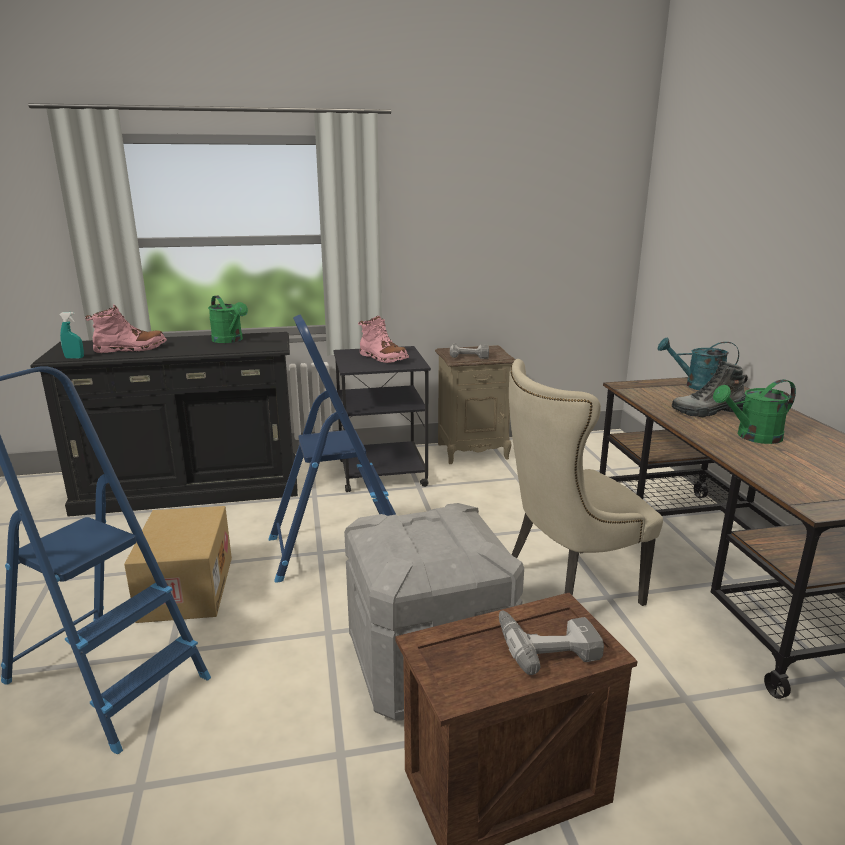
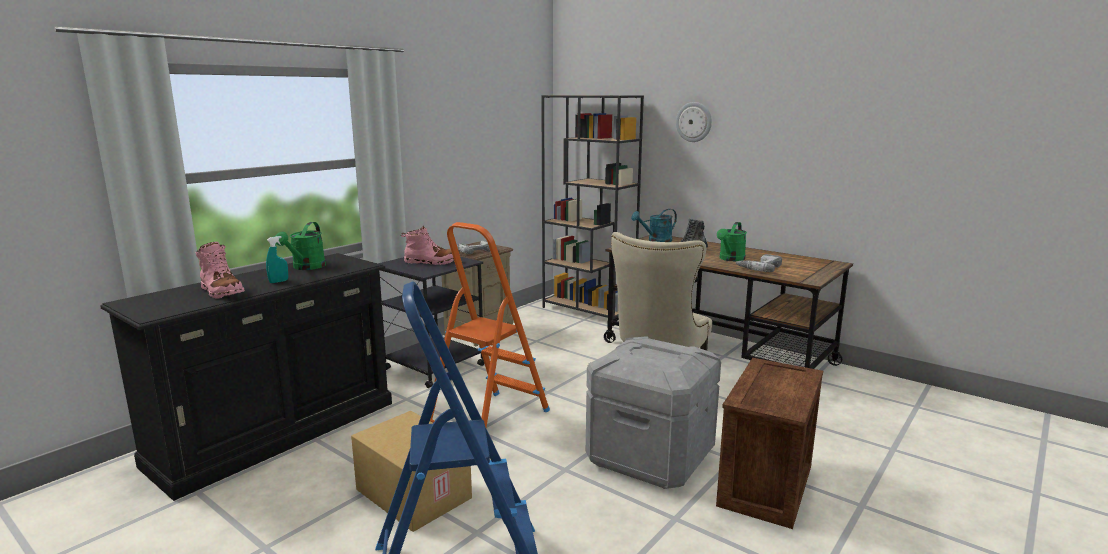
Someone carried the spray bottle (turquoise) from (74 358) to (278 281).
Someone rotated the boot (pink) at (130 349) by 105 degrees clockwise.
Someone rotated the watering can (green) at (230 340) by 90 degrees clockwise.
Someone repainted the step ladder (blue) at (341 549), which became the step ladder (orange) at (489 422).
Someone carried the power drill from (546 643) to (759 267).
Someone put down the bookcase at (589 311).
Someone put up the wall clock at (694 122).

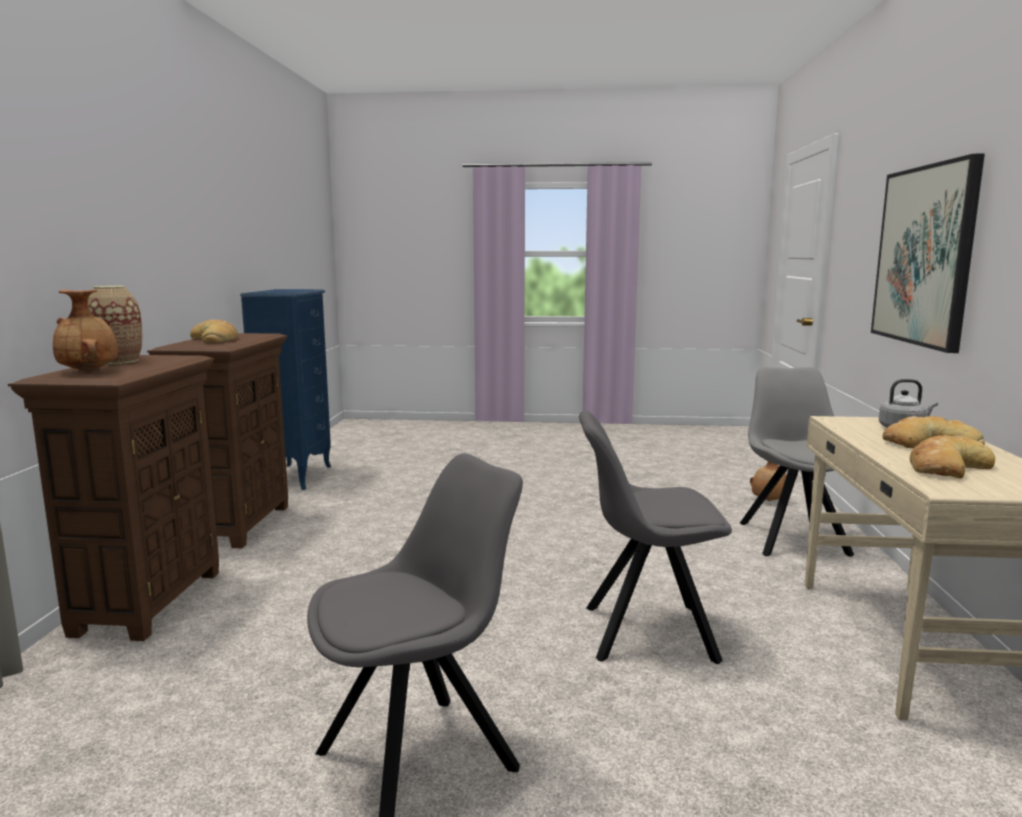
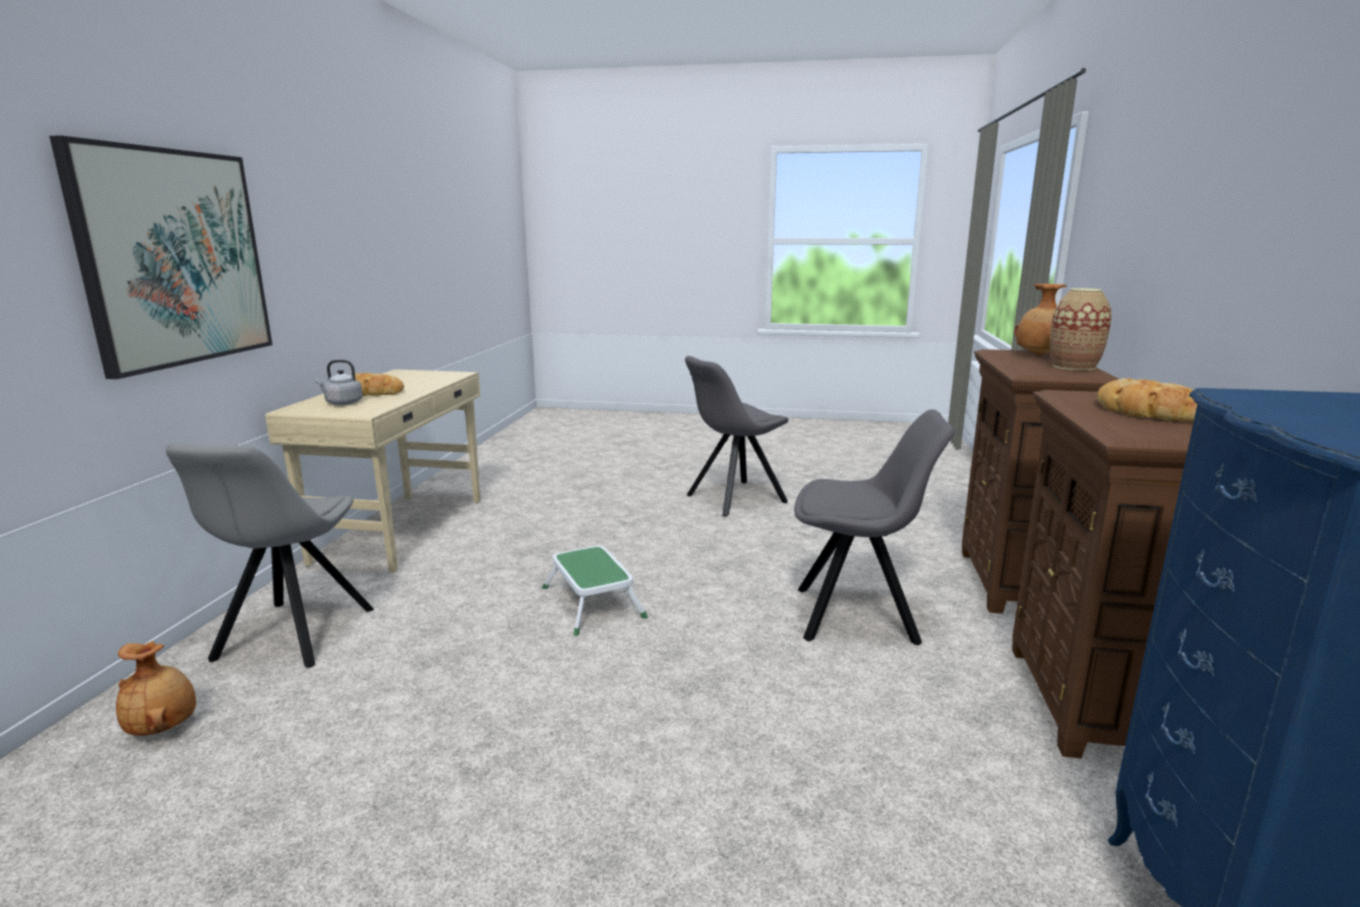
Someone carried the chair (grey) from (647 632) to (857 616).
Someone took away the bread at (946 467).
Someone put down the step ladder (green) at (593 602).

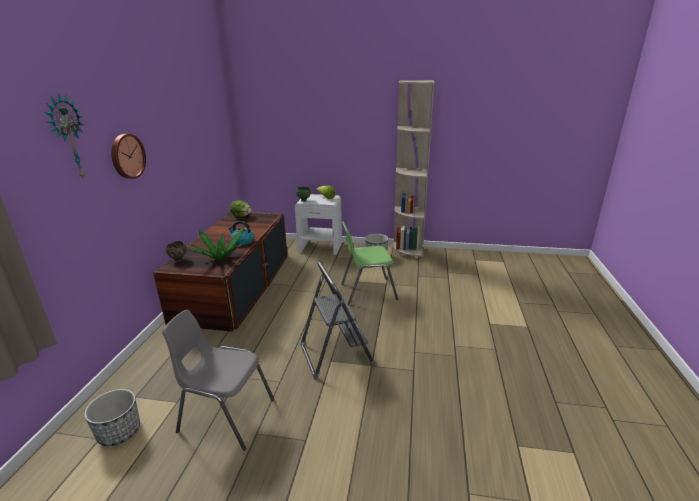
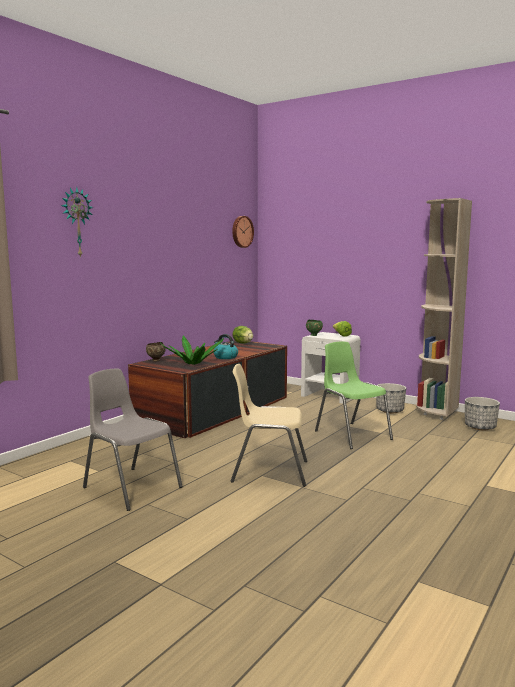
Someone carried the planter from (119 432) to (480 427).
Someone carried the wall clock from (127 156) to (241 231).
Someone swapped the step ladder (grey) at (333 354) for the chair (beige) at (269 471).
Someone rotated the chair (green) at (367 291) by 45 degrees clockwise.

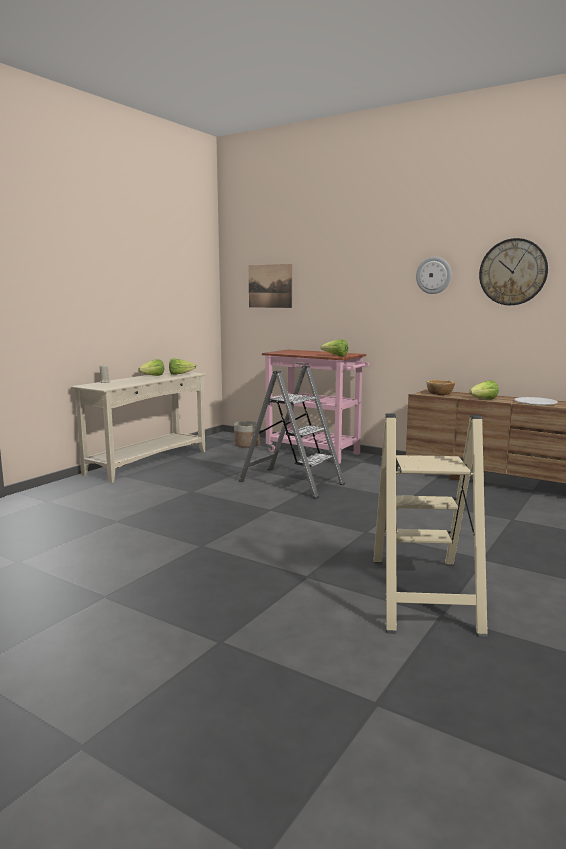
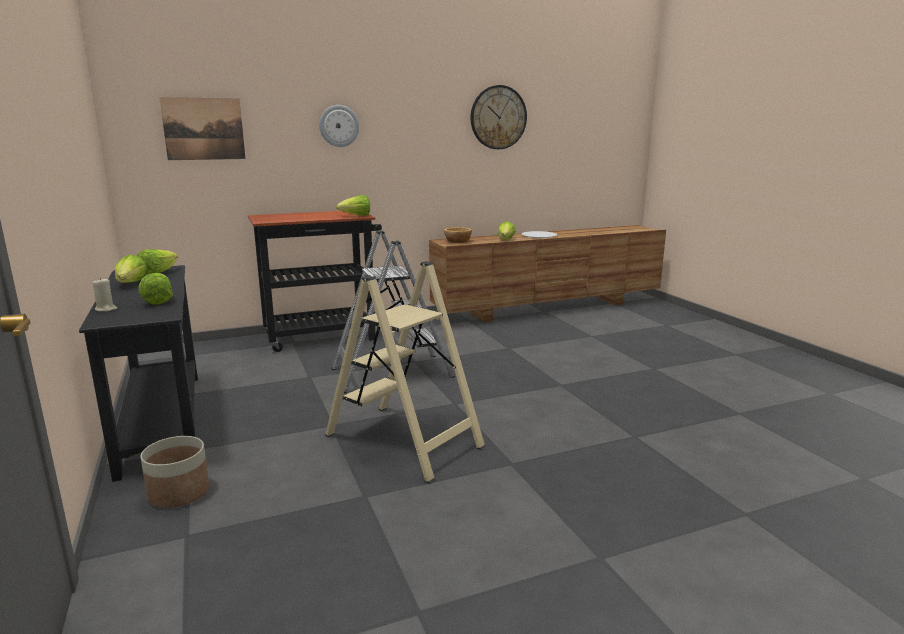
Someone repainted the console table (beige) at (147 462), which became the console table (black) at (161 421).
Someone carried the planter from (247 445) to (179 493).
Someone repainted the cart (pink) at (314 453), which became the cart (black) at (321 337).
Someone carried the step ladder (beige) from (423 595) to (405 441).
Someone carried the wall clock from (433 275) to (339 126).
Someone put down the lettuce at (158 301).

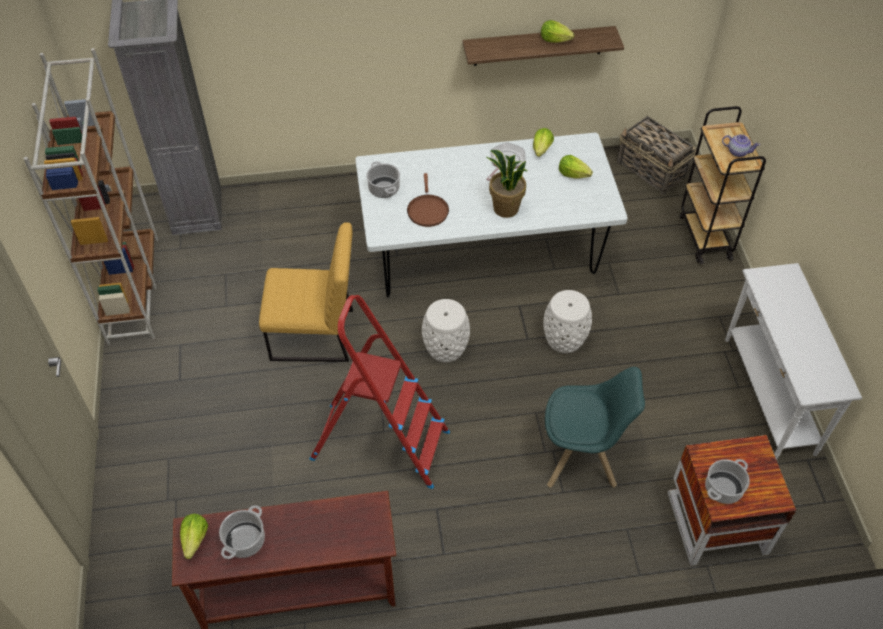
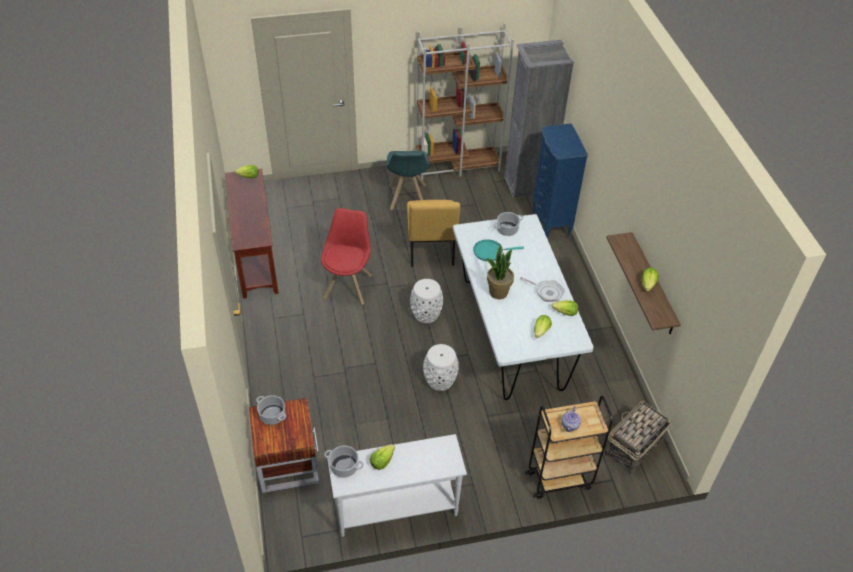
Someone carried the cooking pot from (245 540) to (344 467).
Someone swapped the step ladder (red) at (381 445) for the chair (red) at (348 286).
Someone repainted the frying pan (brown) at (427 210), which became the frying pan (turquoise) at (490 251).
Someone carried the chair (turquoise) from (581 459) to (407 197).
Someone put down the lettuce at (382 461).
Someone put down the dresser (blue) at (549 224).

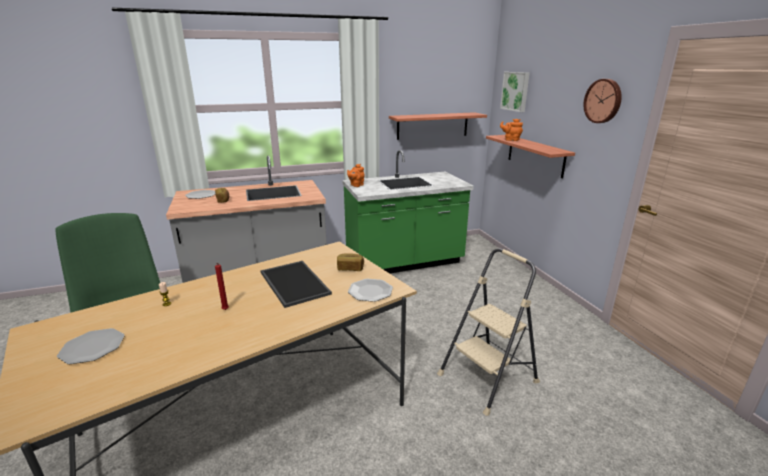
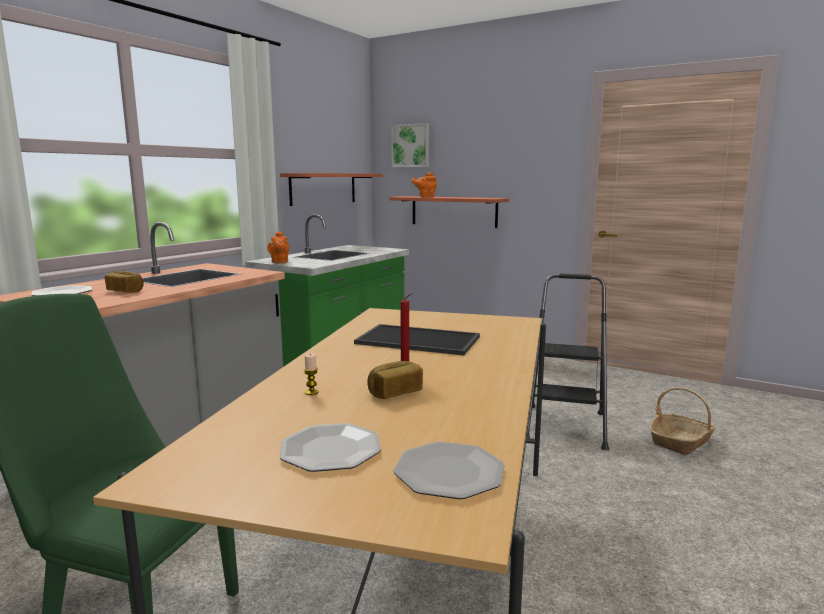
Someone carried the bread from (350 268) to (395 392).
Someone carried the plate from (370 291) to (449 472).
Someone repainted the step ladder (beige) at (490 376), which became the step ladder (black) at (565 424).
Someone took away the wall clock at (603 101).
Someone put down the basket at (680 441).

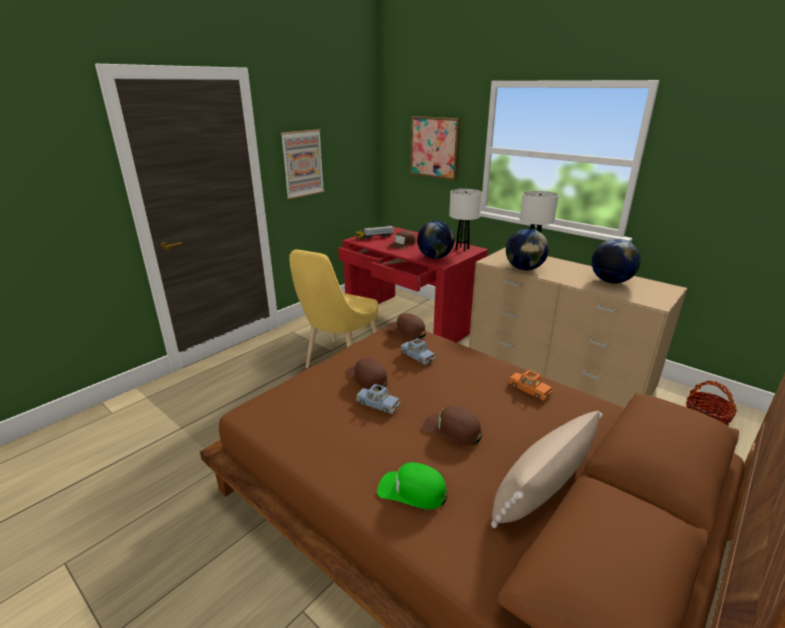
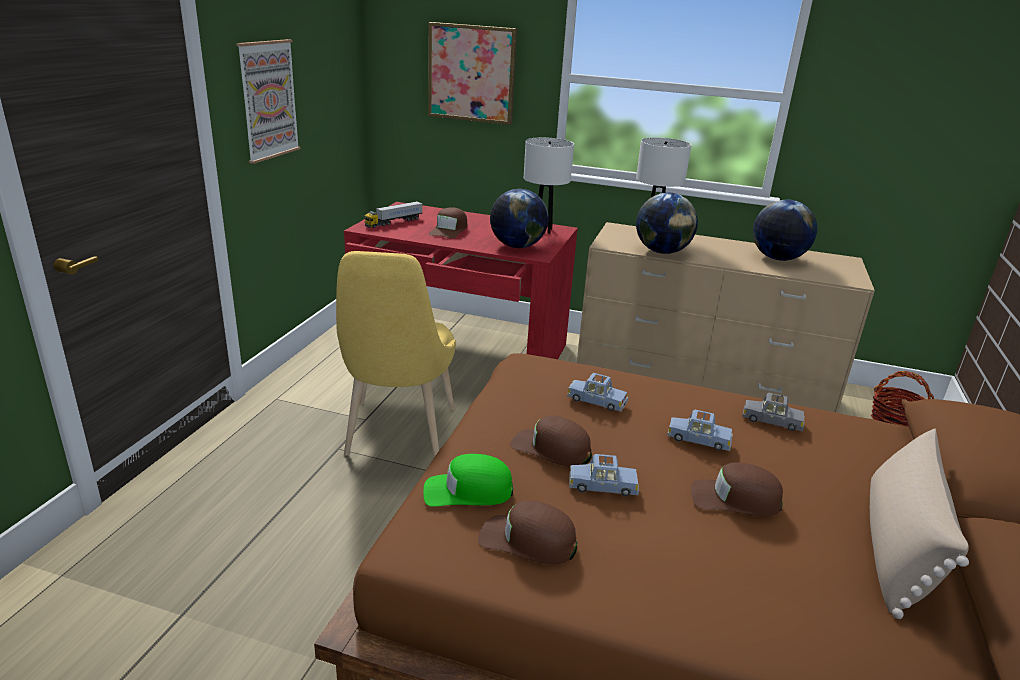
Someone carried the cap (green) from (412 491) to (468 491).
Someone carried the cap (brown) from (406 331) to (527 541).
Someone repainted the toy car (orange) at (529 390), which became the toy car (grey) at (772 421).
Someone put down the toy car (blue) at (698 440).

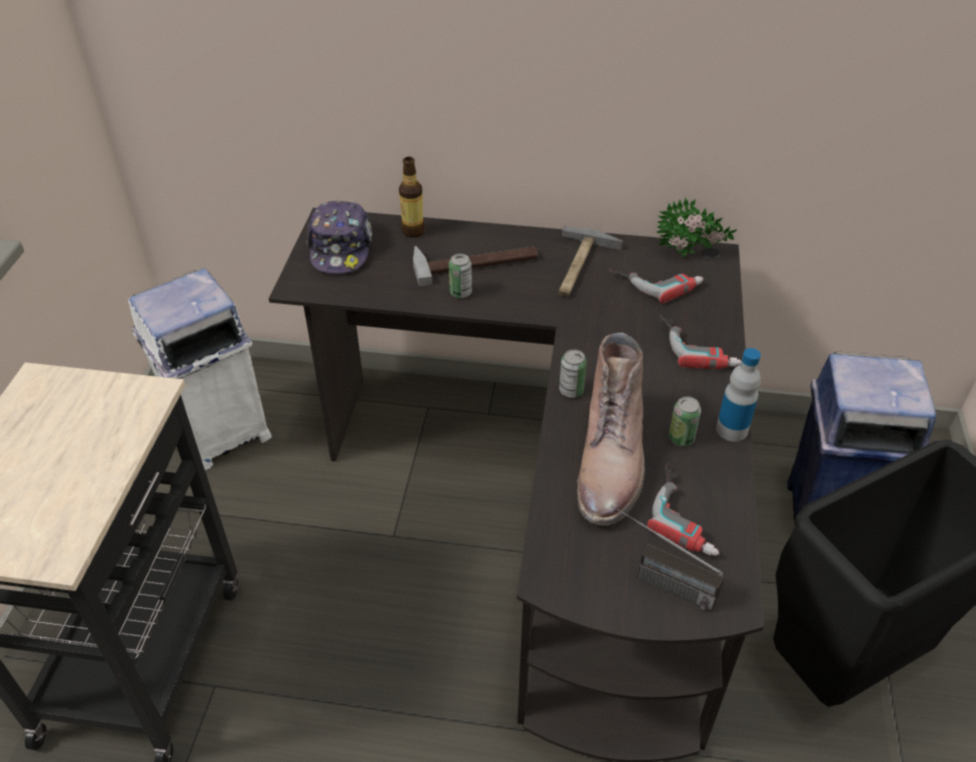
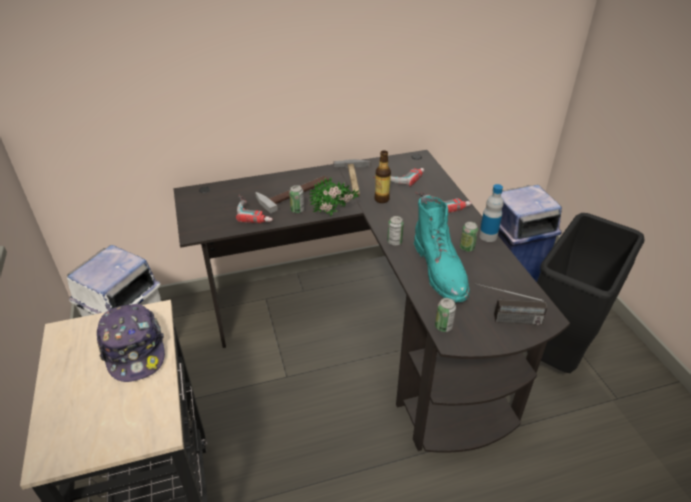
Someone carried the cap from (341 248) to (134 349).
Someone carried the bottle from (413 231) to (381 199).
Someone repainted the boot (brown) at (612 462), which became the boot (turquoise) at (441 270).
Someone carried the power drill from (688 514) to (255 211).
Someone carried the potted plant from (690 255) to (335 213).
Someone put down the can at (443 326).

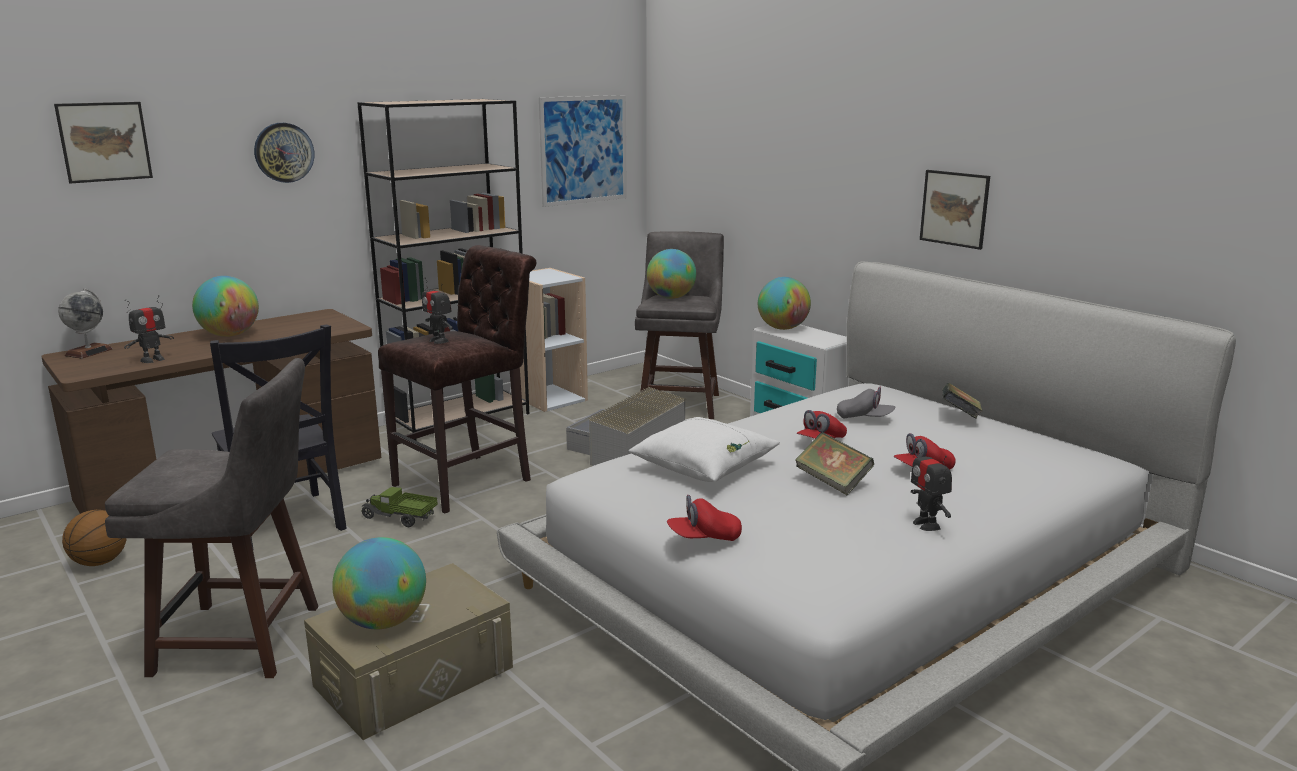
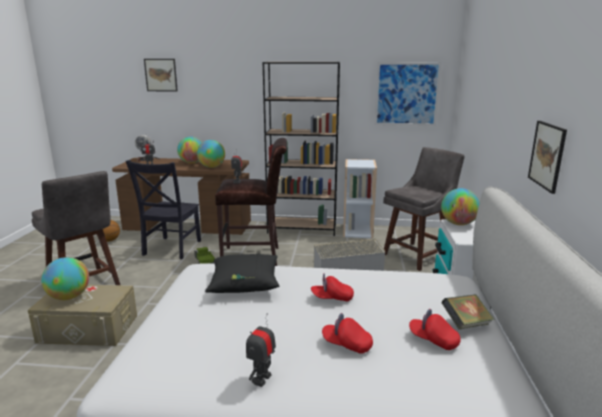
Someone took away the wall clock at (284 152).
Someone repainted the pillow (white) at (703 467), which became the pillow (black) at (244 284).
Someone carried the globe from (671 298) to (212 167).
Someone carried the cap (red) from (704 538) to (433 340).
Someone took away the book at (832 482).
Someone took away the cap (grey) at (864 418).

